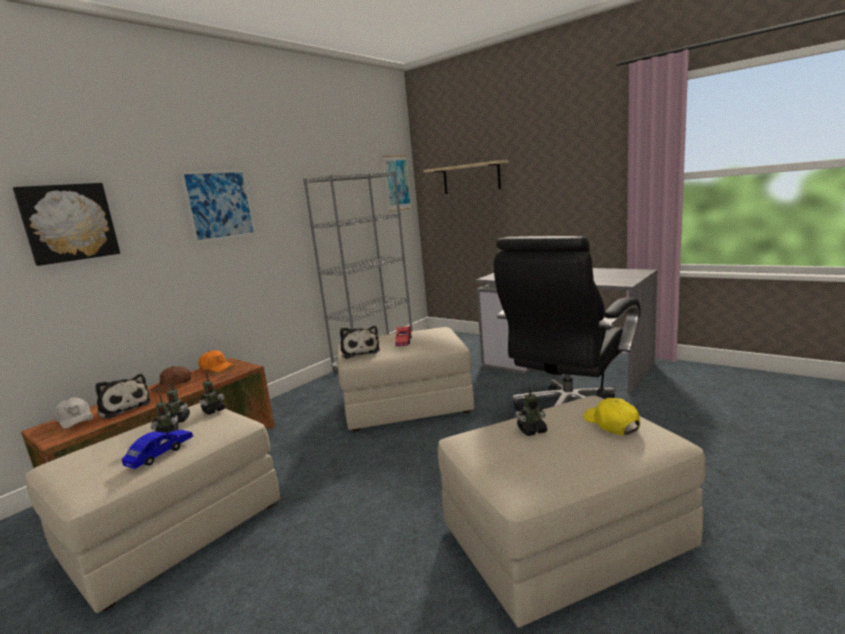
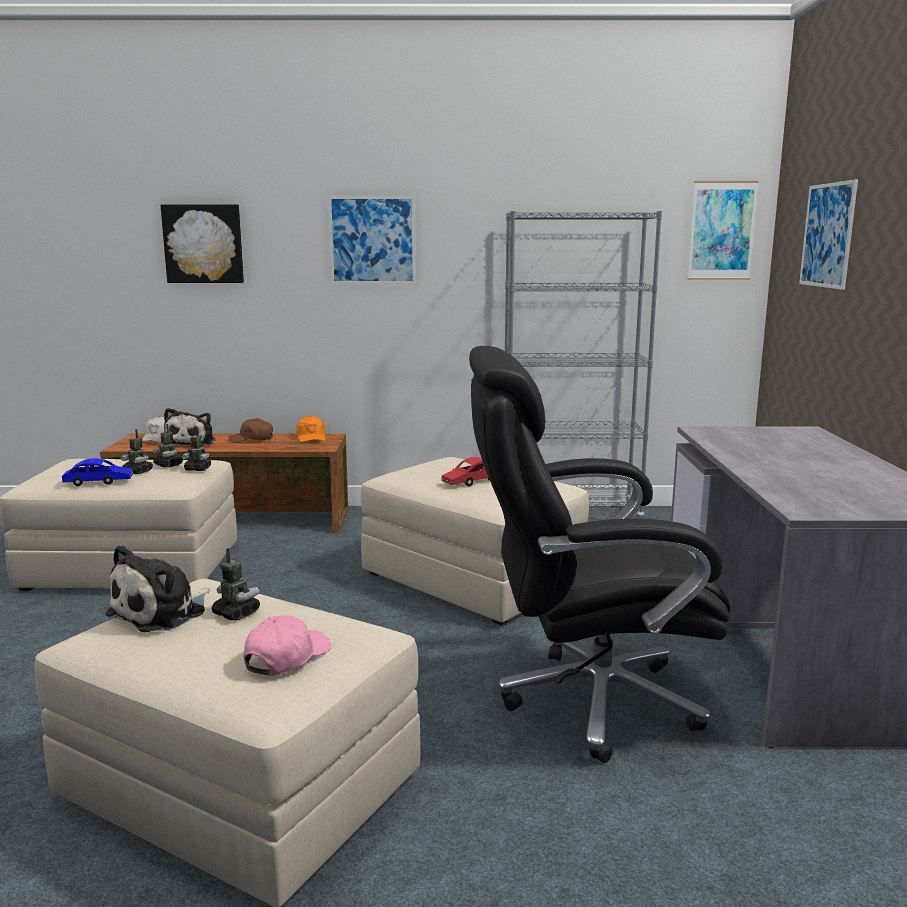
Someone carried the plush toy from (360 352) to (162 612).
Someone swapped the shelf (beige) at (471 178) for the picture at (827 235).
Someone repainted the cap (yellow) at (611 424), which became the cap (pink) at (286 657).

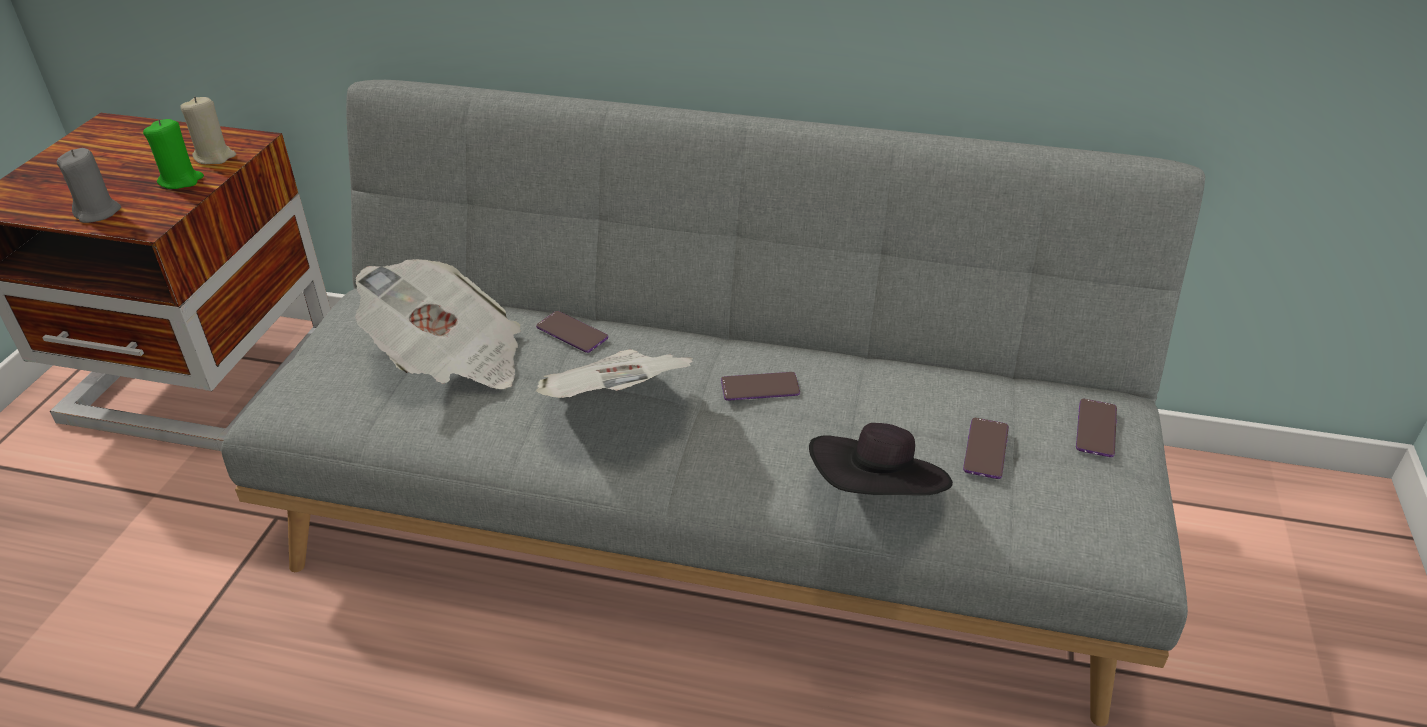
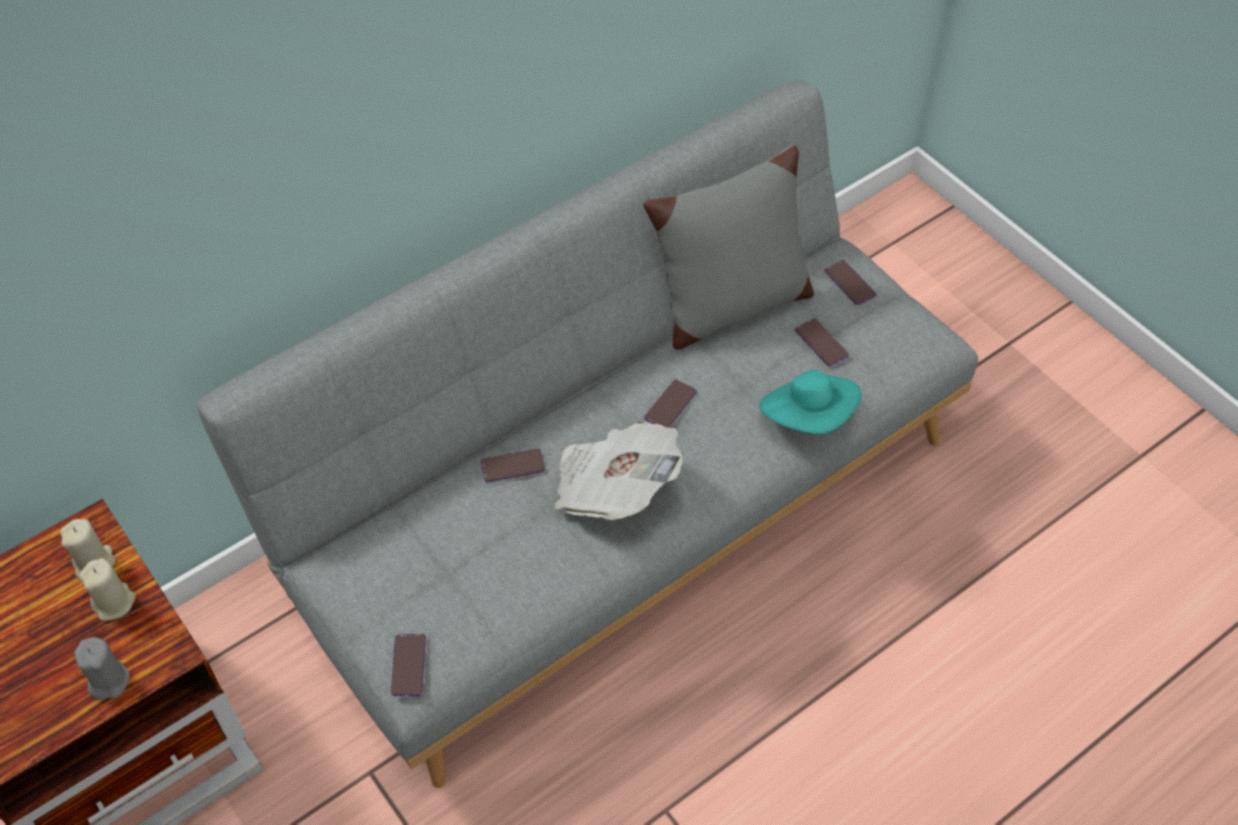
Someone repainted the candle (green) at (181 180), which became the candle (beige) at (114 602).
Someone took away the newspaper at (450 358).
Someone repainted the hat (black) at (877 493), which became the hat (turquoise) at (808 417).
Someone put down the phone at (408 665).
Someone put down the pillow (grey) at (729 306).

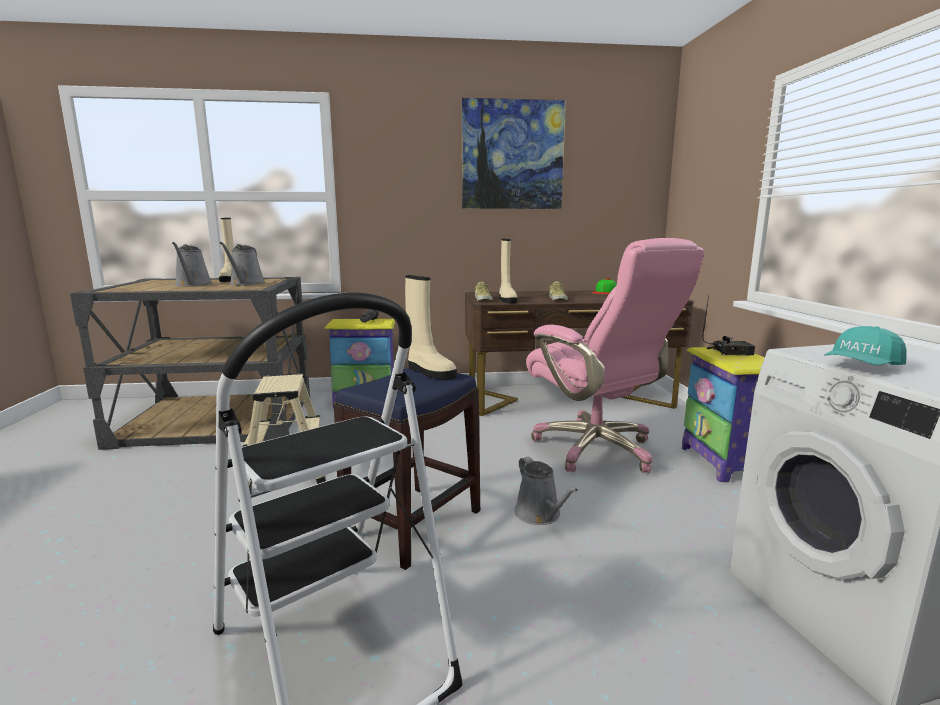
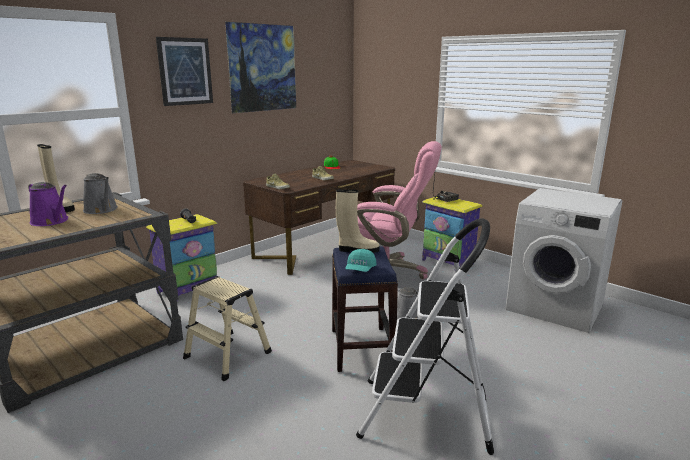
Someone repainted the watering can (grey) at (192 285), which became the watering can (purple) at (51 221).
Someone took away the boot (beige) at (506 300).
Someone carried the cap (turquoise) from (861 367) to (360 269).
Someone put up the picture at (185 71).

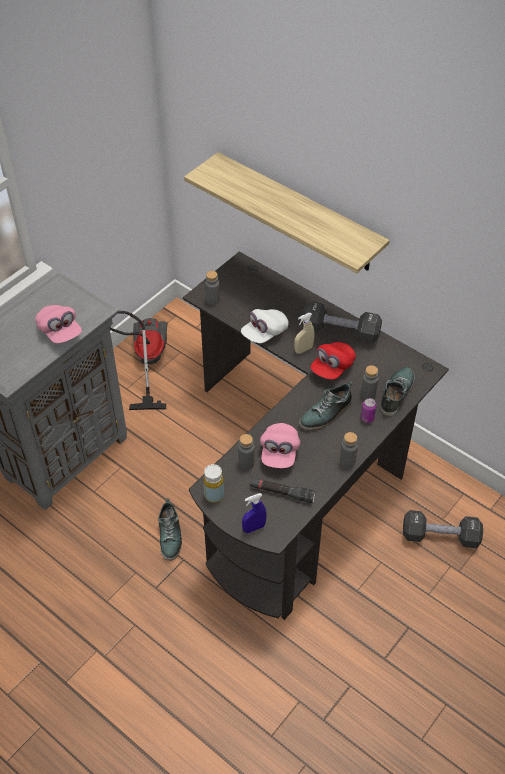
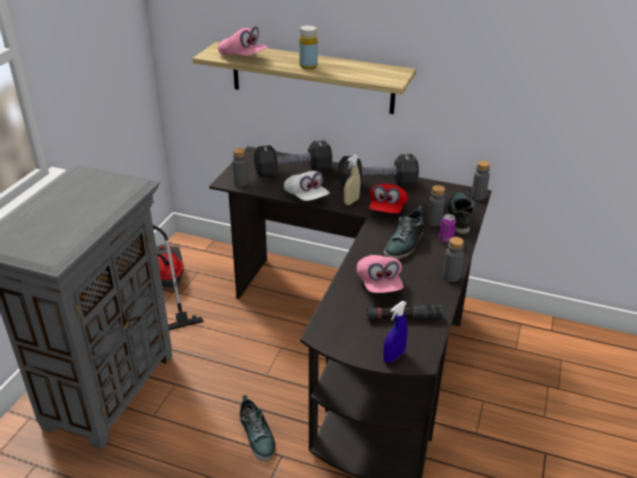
Someone carried the cap (pink) from (60 331) to (243 57).
Someone carried the bottle (yellow) from (214 495) to (308 66).
Someone carried the bottle (grey) from (246 463) to (478 196).
Someone rotated the cap (white) at (264 333) by 60 degrees counterclockwise.
Someone carried the dumbbell (black) from (440 536) to (293 170).

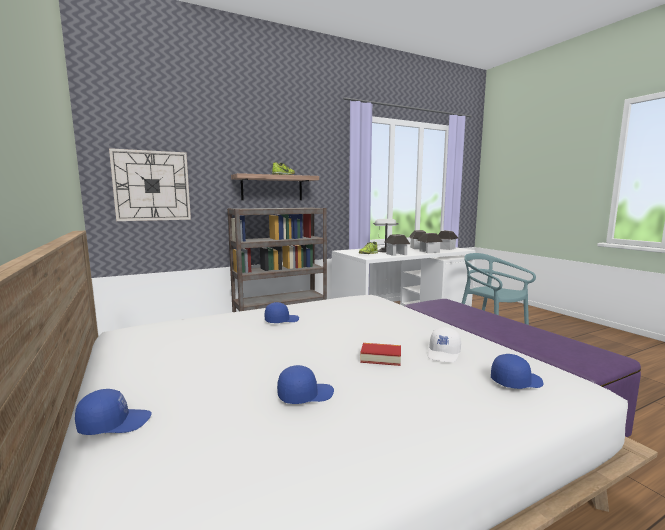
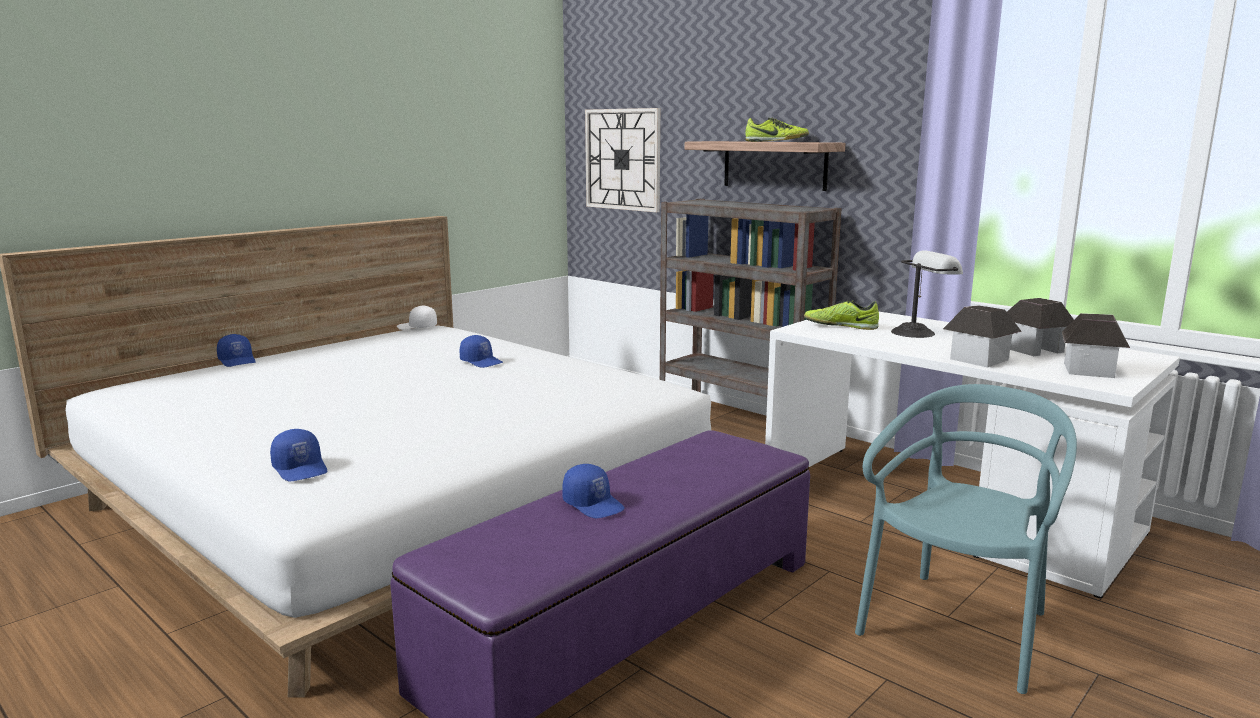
Someone carried the cap (blue) from (305 395) to (594 504).
Someone took away the book at (381 358).
Someone took away the toy house at (396 254).
Someone carried the cap (white) from (444 354) to (417 327).

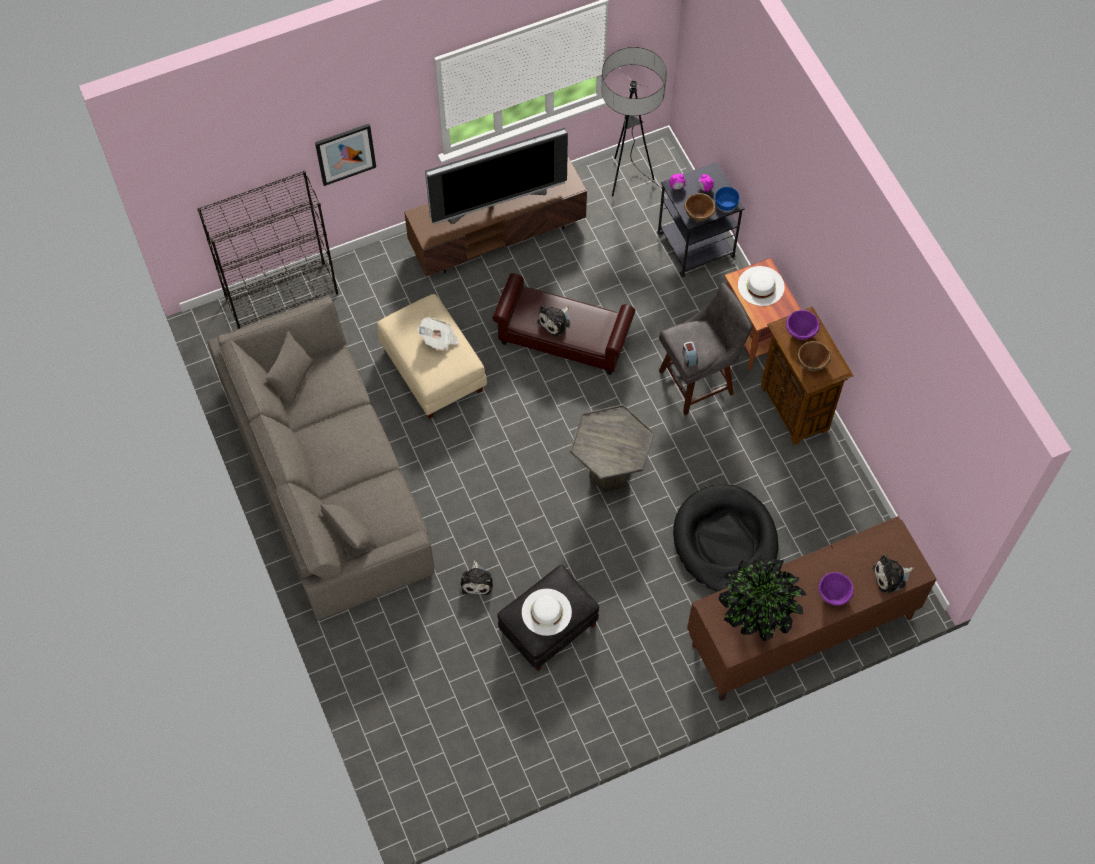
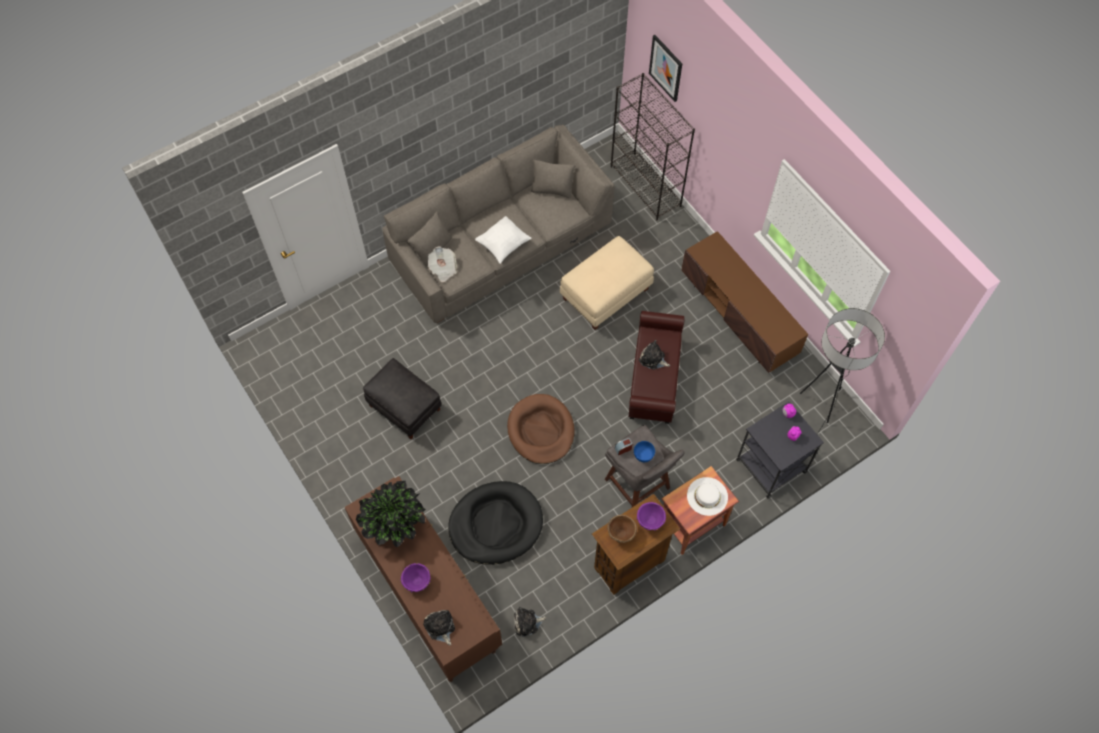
Someone carried the picture from (345 153) to (666 68).
Someone carried the newspaper from (439 339) to (443 268).
Someone took away the television at (496 201).
Someone carried the plush toy from (477 581) to (527 623).
Someone took away the hat (white) at (546 612).
Someone swapped the side table (grey) at (610 473) for the dog bed (brown) at (541 430).
Someone took away the bowl (brown) at (698 215).
Someone carried the bowl (blue) from (726 203) to (643 454).
Someone put down the pillow (white) at (503 245).

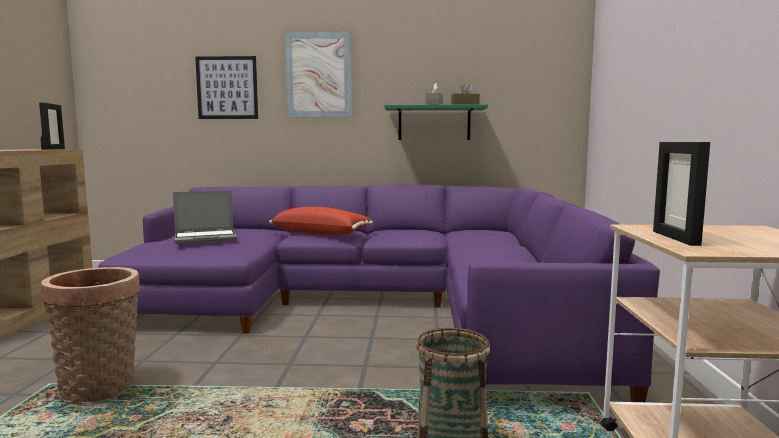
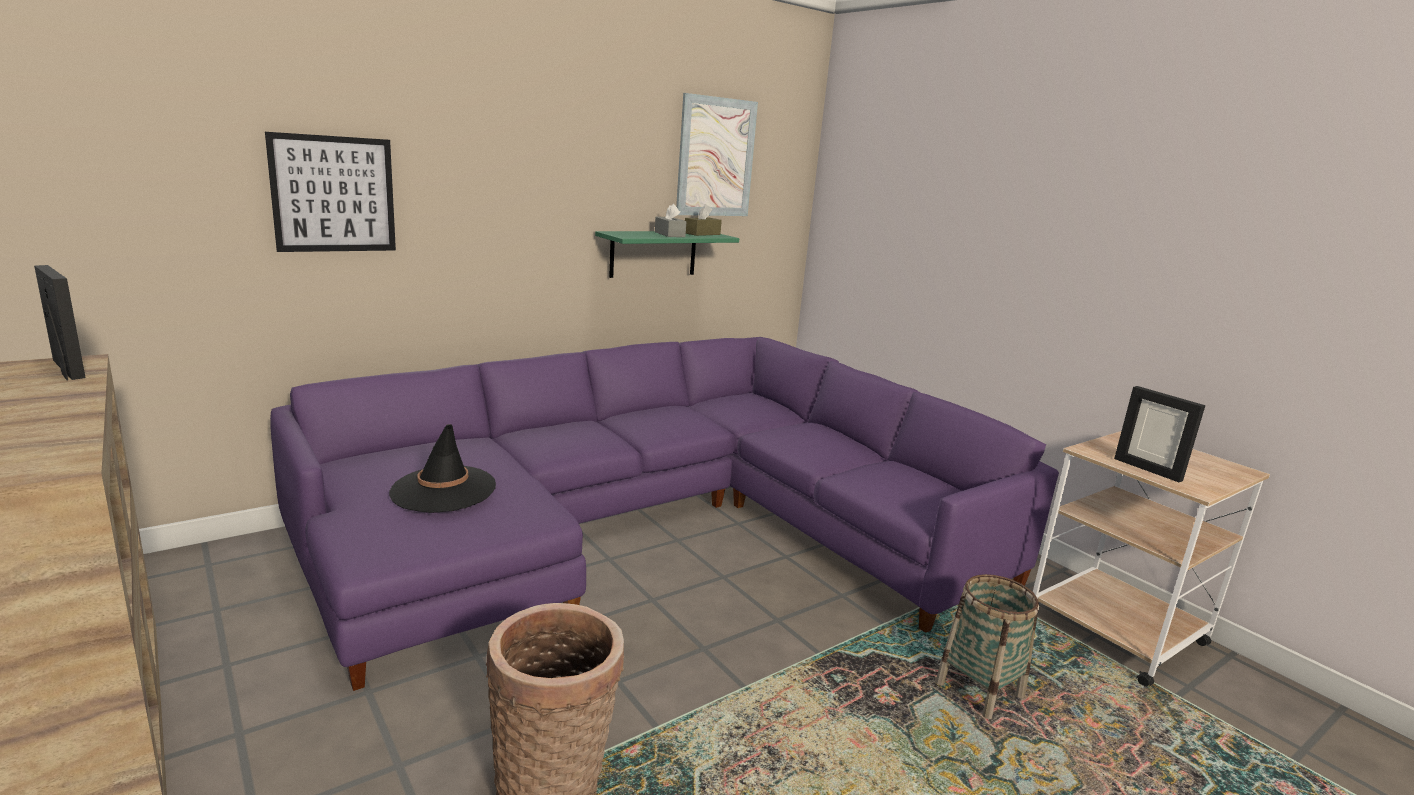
Someone swapped the laptop at (206 238) for the hat (black) at (443 489).
Someone took away the pillow (red) at (321 233).
Someone carried the picture from (318 75) to (716 157).

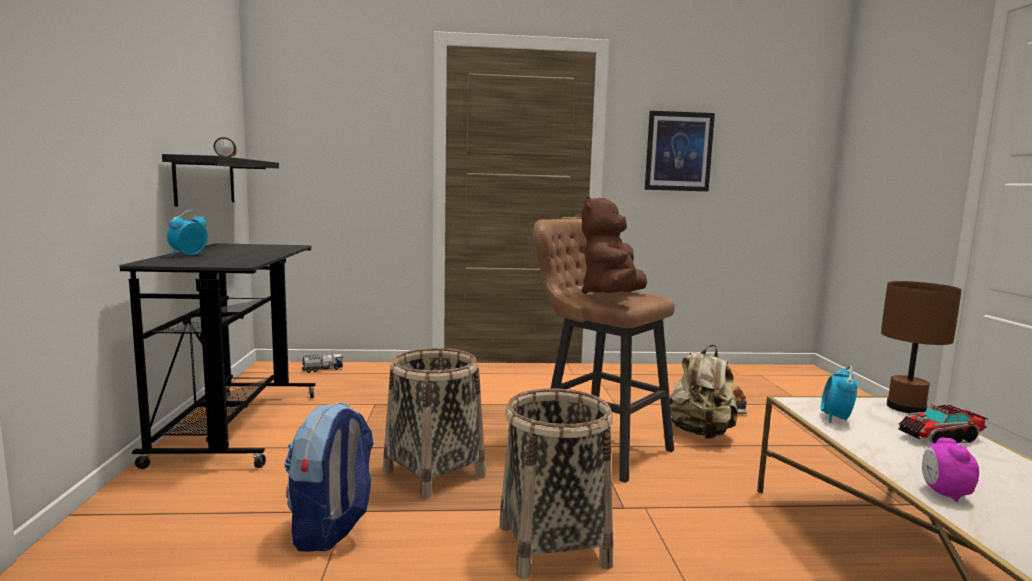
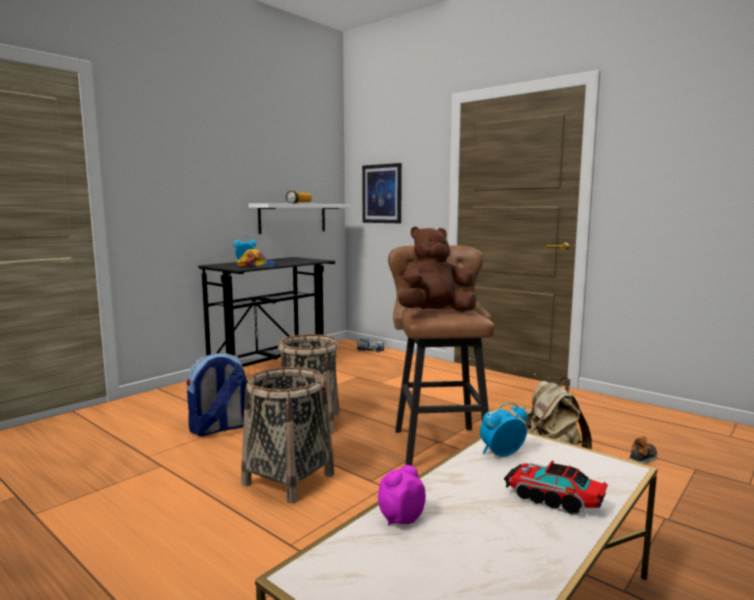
Someone repainted the shelf (black) at (205 181), which became the shelf (white) at (293 218).
Someone carried the picture from (678 151) to (382 194).
Someone took away the table lamp (brown) at (906 407).
Someone put down the cap at (257 265).

